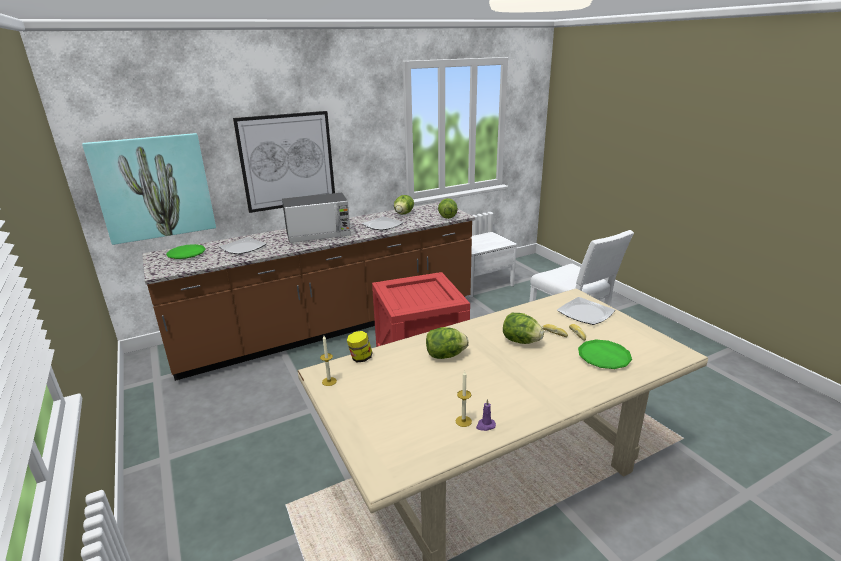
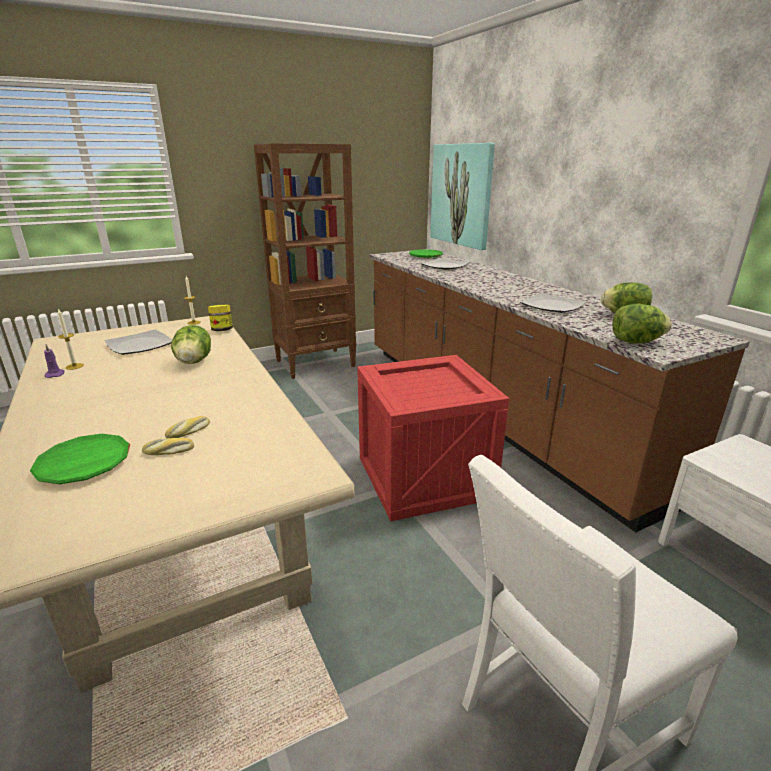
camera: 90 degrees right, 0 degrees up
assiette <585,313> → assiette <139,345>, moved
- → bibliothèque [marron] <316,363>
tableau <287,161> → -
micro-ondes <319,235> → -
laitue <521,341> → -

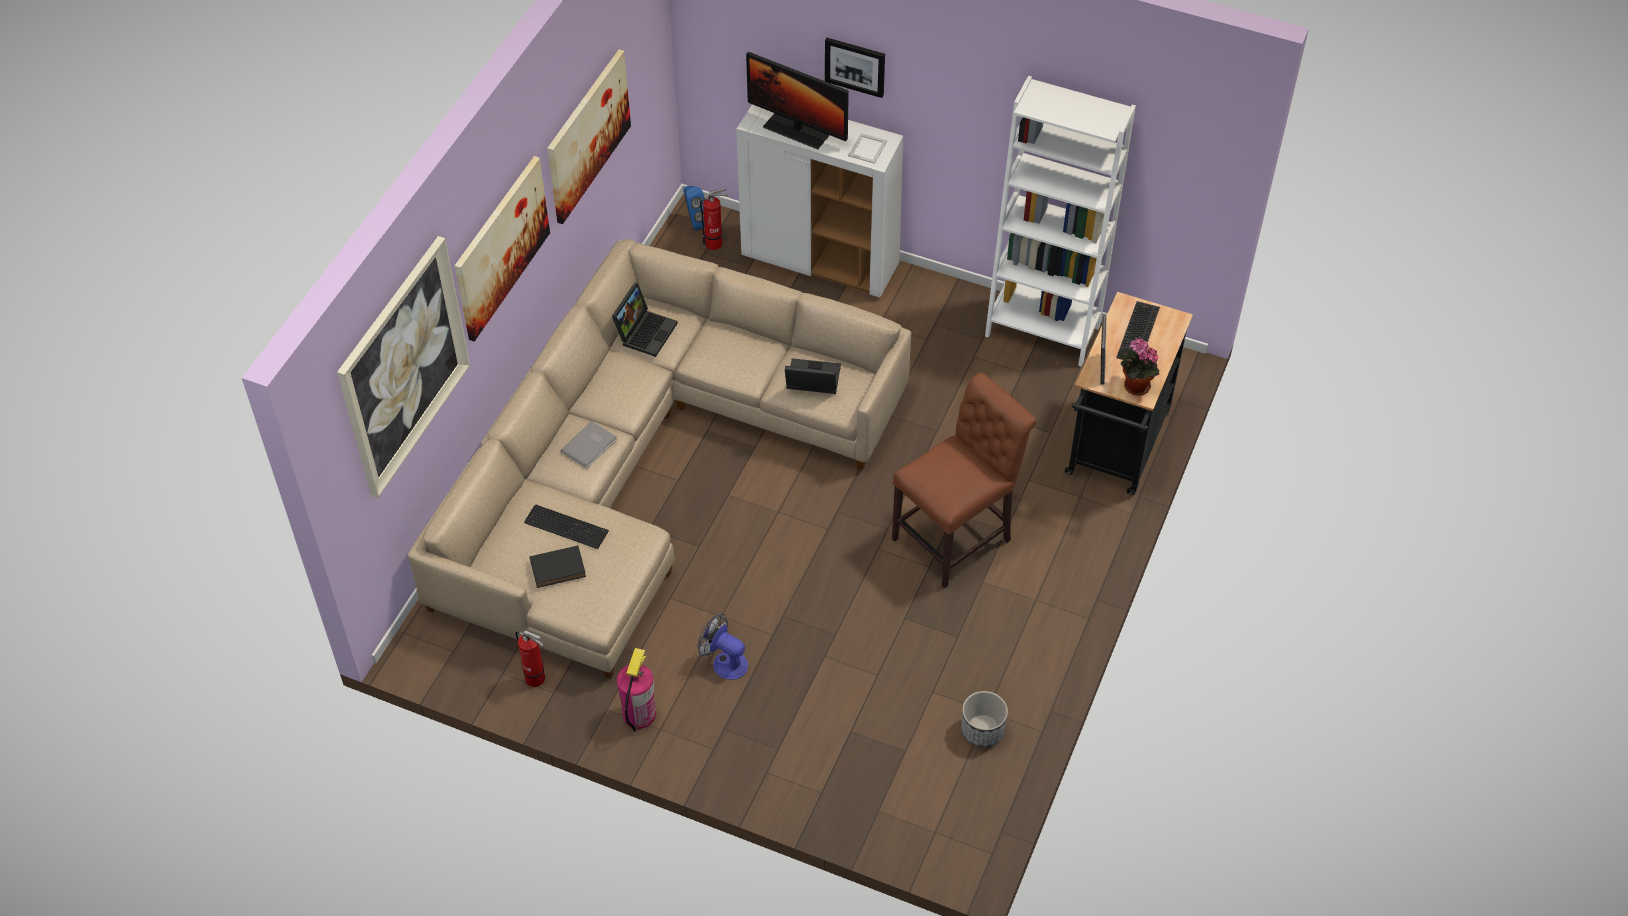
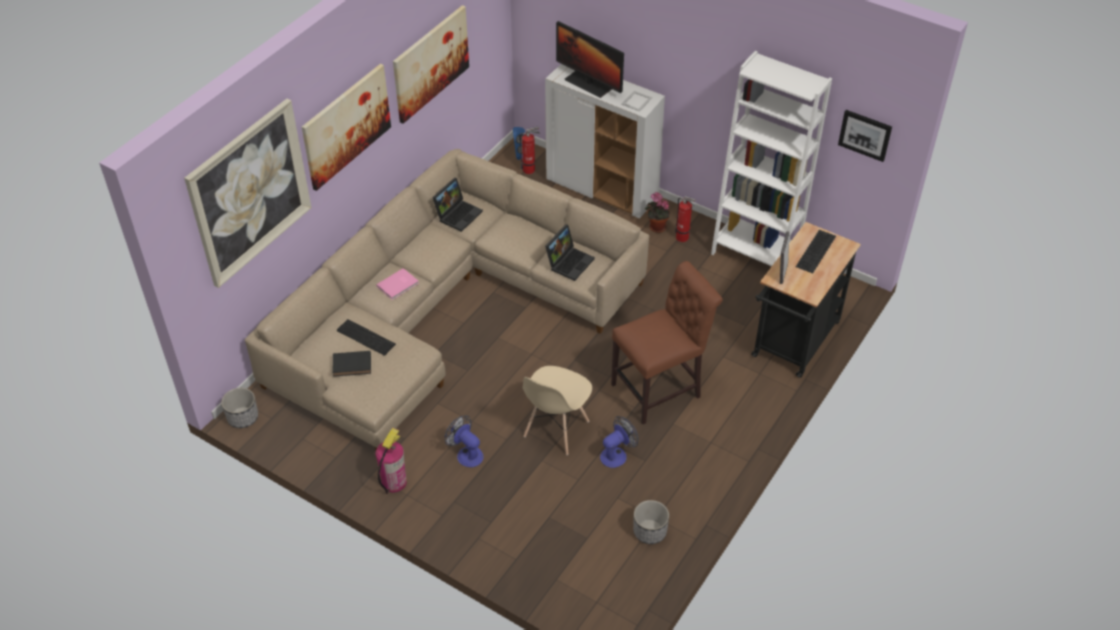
camera: 10 degrees right, 5 degrees down
- → cache-pot <243,417>
livre [gris] <590,446> → livre [rose] <398,285>
- → chaise [beige] <556,429>
ordinateur portable <811,381> → ordinateur portable <569,262>, 105 degrees clockwise
- → ventilateur <617,454>
plante en pot <1134,387> → plante en pot <656,227>, moved
extincteur <537,679> → extincteur <683,238>, moved
tableau <855,66> → tableau <865,134>, moved

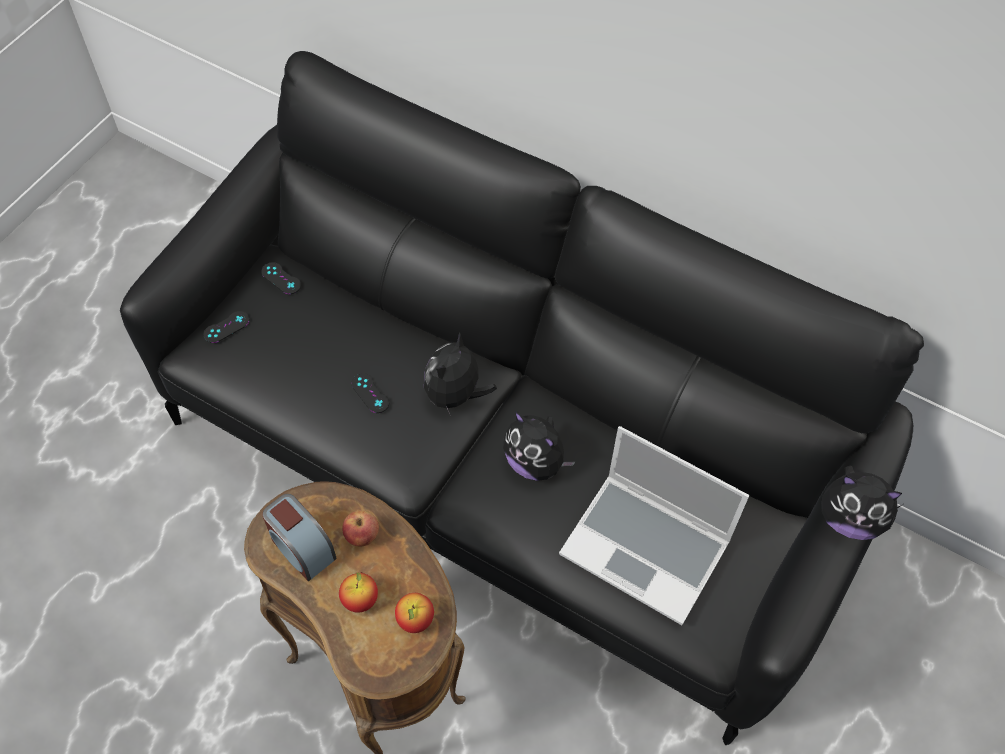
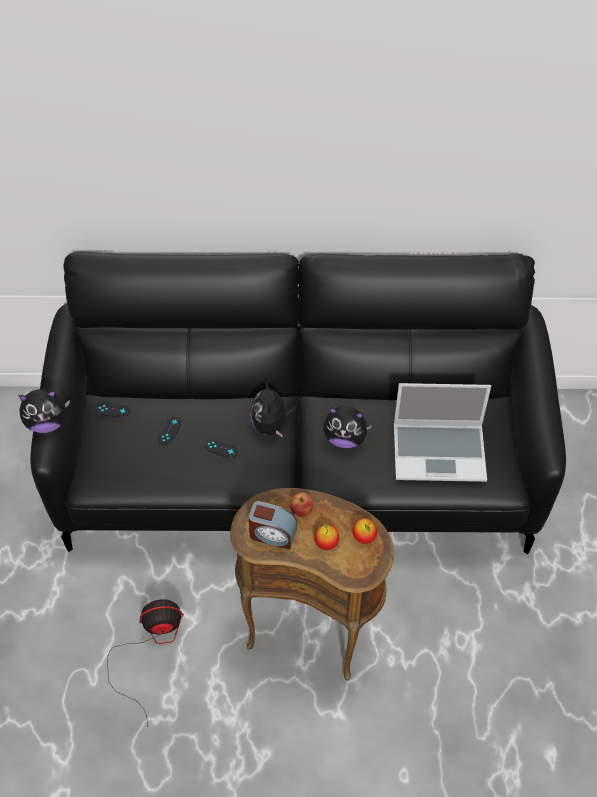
camera: 30 degrees left, 5 degrees down
peluche <850,518> → peluche <47,423>, moved
- → ventilateur <150,647>
manette [noir] <226,327> → manette [noir] <170,430>, moved

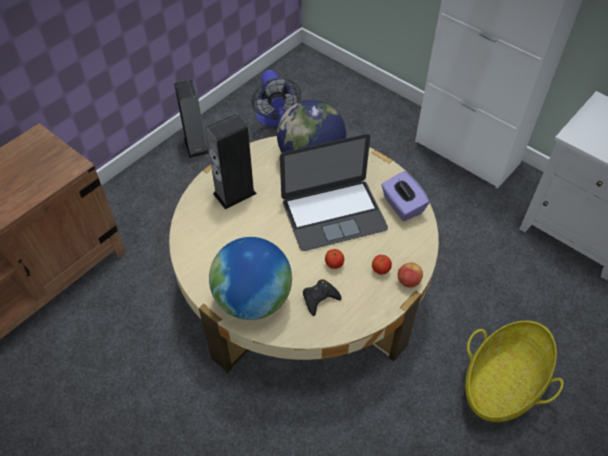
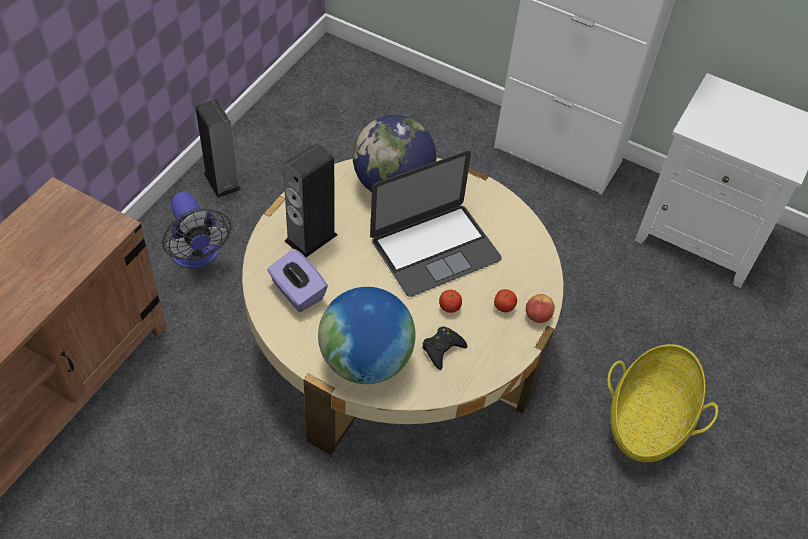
camera: 15 degrees left, 0 degrees up
ventilateur <275,119> → ventilateur <197,256>, moved
boîte à mouchoirs [violet] <402,206> → boîte à mouchoirs [violet] <297,292>, moved

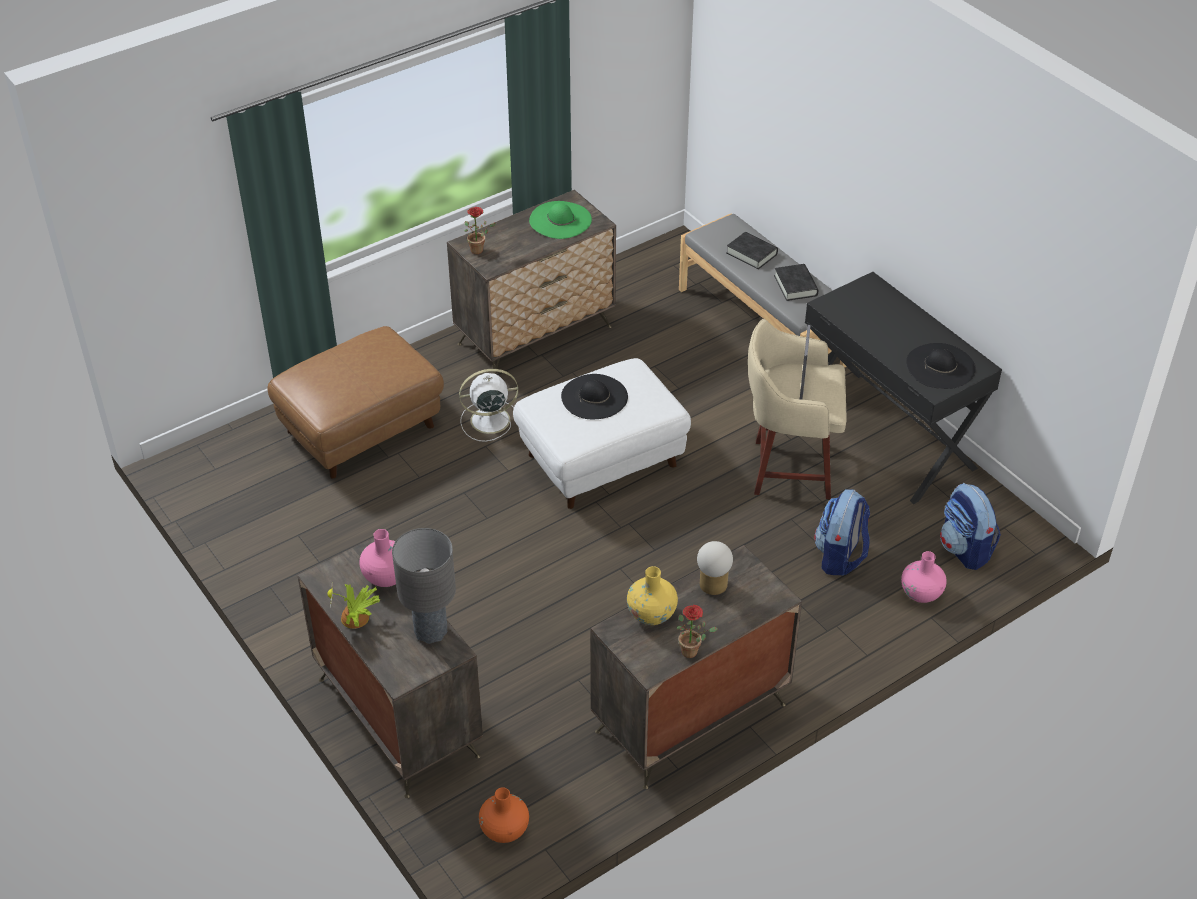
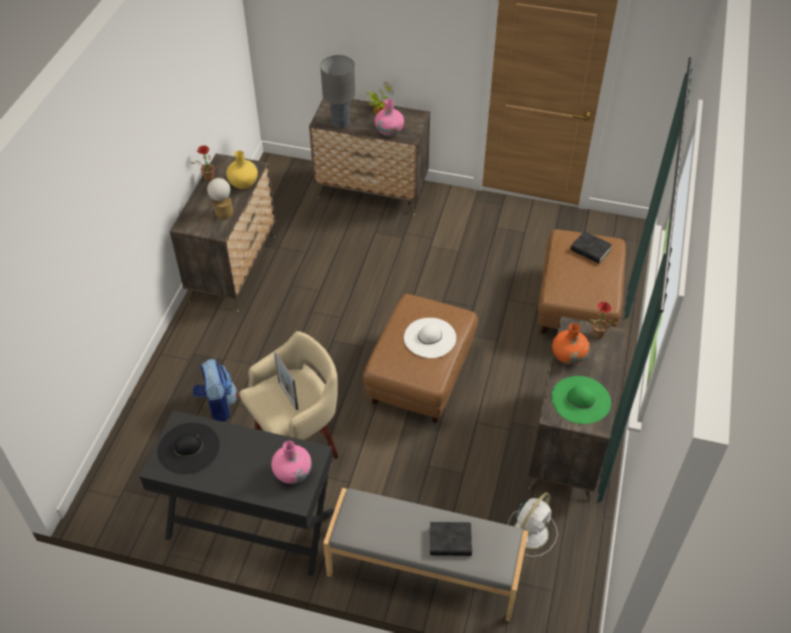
camera: 140 degrees right, 5 degrees up
vase [rose] <921,593> → vase [rose] <292,473>, moved
pouf [blanc] <602,459> → pouf [marron] <421,377>
chapeau [noir] <594,397> → chapeau [blanc] <430,338>
ventilateur [blanc] <488,420> → ventilateur [blanc] <531,531>, moved
vase [orange] <504,829> → vase [orange] <568,356>, moved
livre [noir] <795,286> → livre [noir] <590,250>, moved
sac à dos <965,549> → -

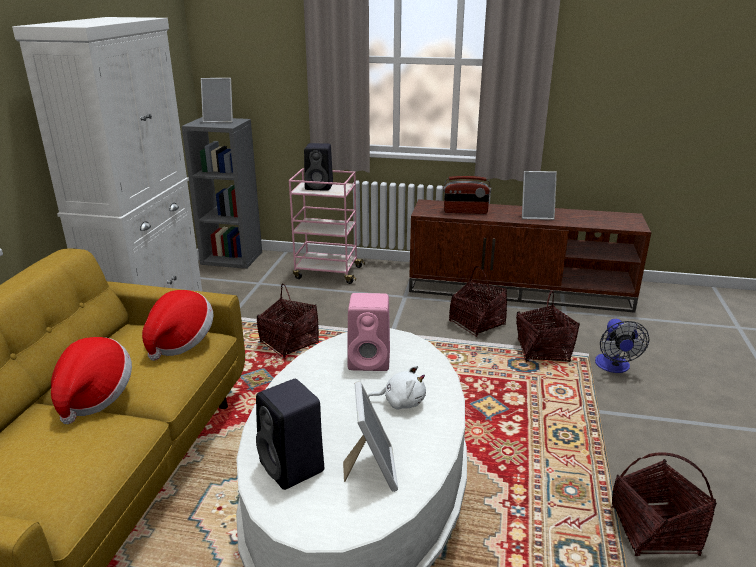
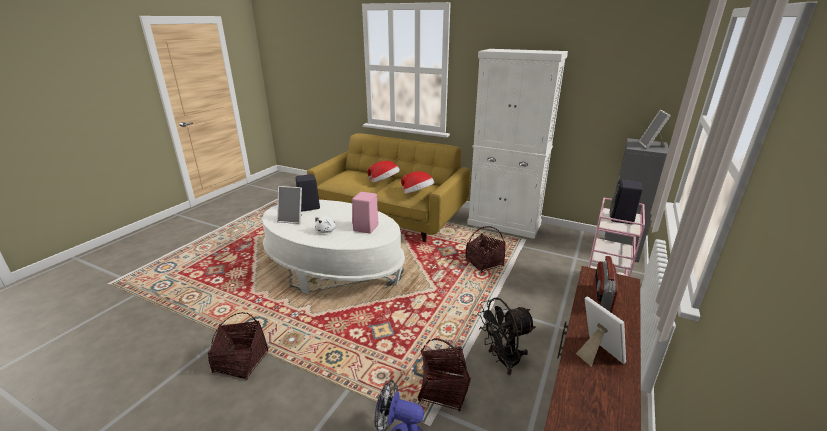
camera: 105 degrees right, 0 degrees up
panier <477,323> → ventilateur [noir] <502,360>
cadre photo <536,216> → cadre photo <596,353>, 135 degrees clockwise

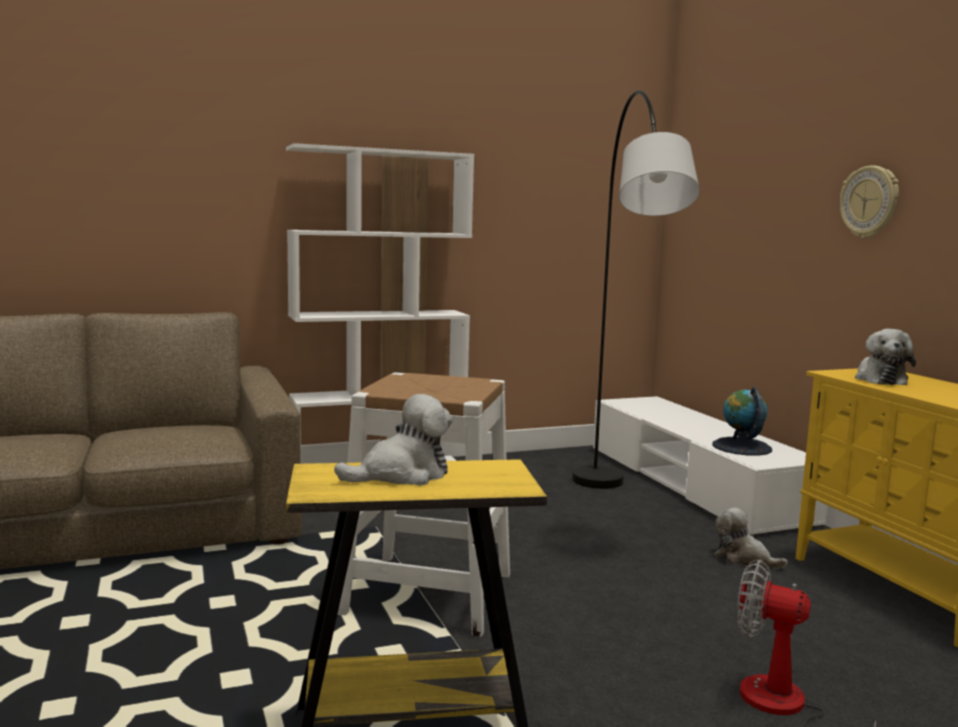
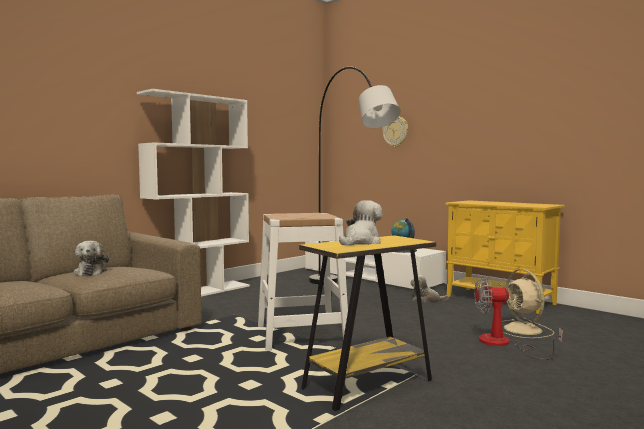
camera: 25 degrees left, 5 degrees down
peluche <879,379> → peluche <91,272>, moved
horloge murale <869,202> → horloge murale <395,131>, moved
- → ventilateur [beige] <524,330>

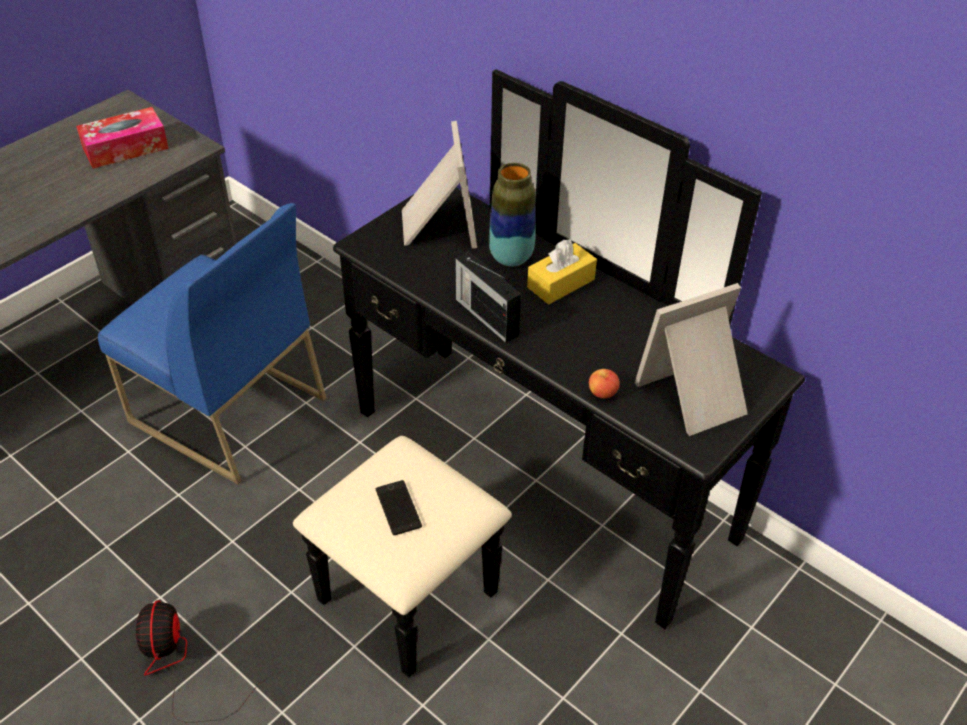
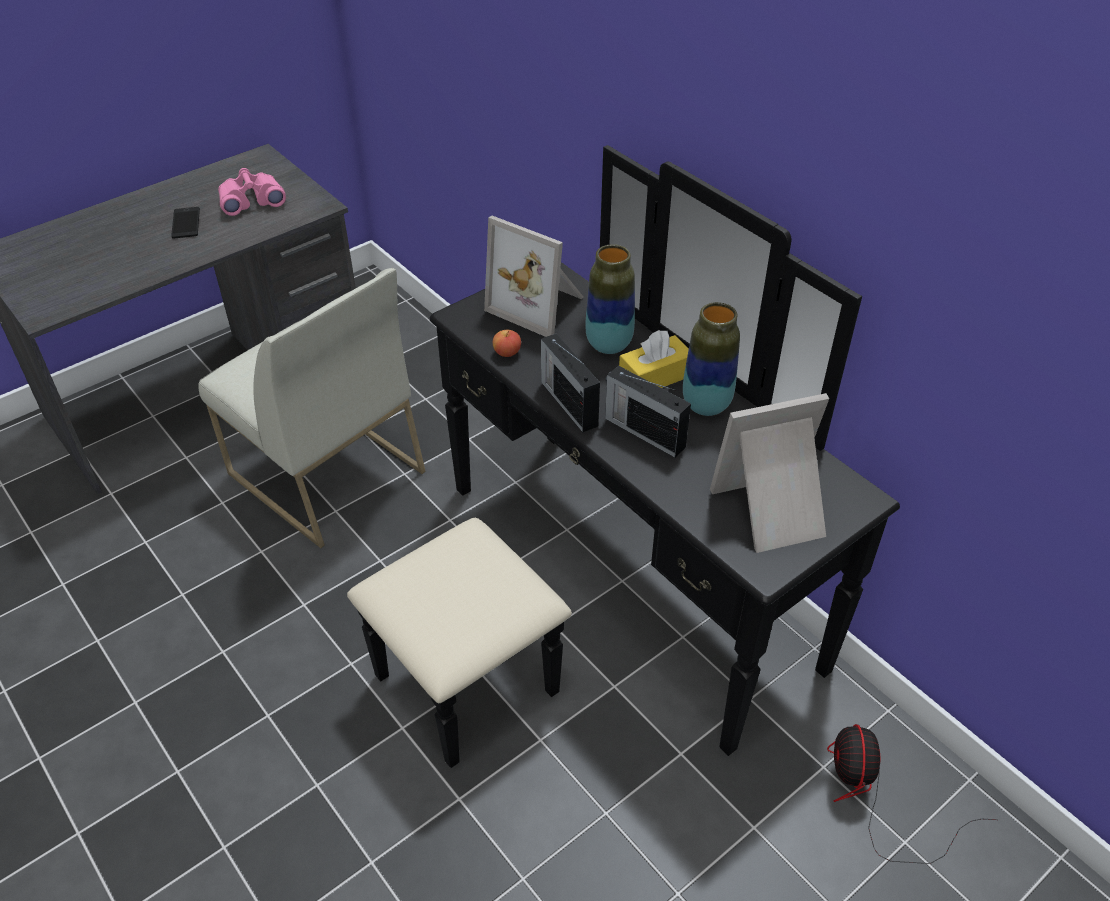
camera: 10 degrees right, 0 degrees up
téléphone <398,508> → téléphone <186,223>, moved
chaise [bleu] <226,410> → chaise [blanc] <324,473>
boîte à mouchoirs <125,148> → jumelles [rose] <251,201>
cadre photo <436,225> → cadre photo <539,304>, 120 degrees clockwise
pomme <602,393> → pomme <507,352>, moved
- → radio <643,431>
- → vase <706,405>
ventilateur <186,667> → ventilateur <874,799>, moved

